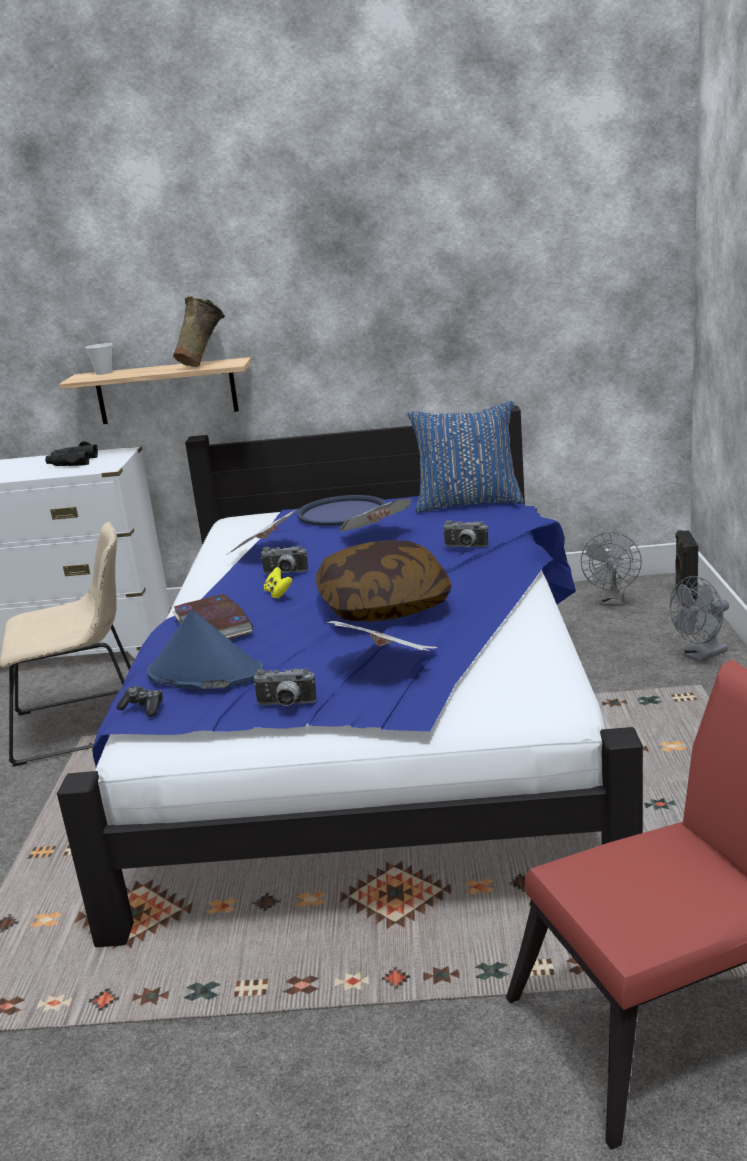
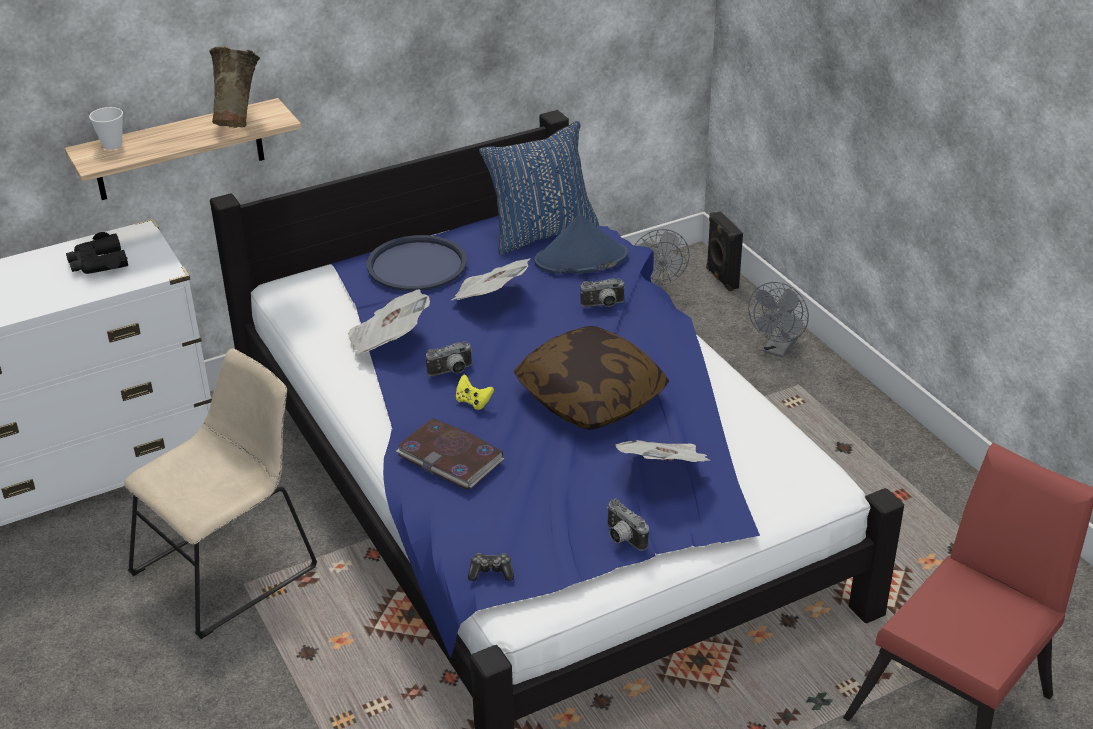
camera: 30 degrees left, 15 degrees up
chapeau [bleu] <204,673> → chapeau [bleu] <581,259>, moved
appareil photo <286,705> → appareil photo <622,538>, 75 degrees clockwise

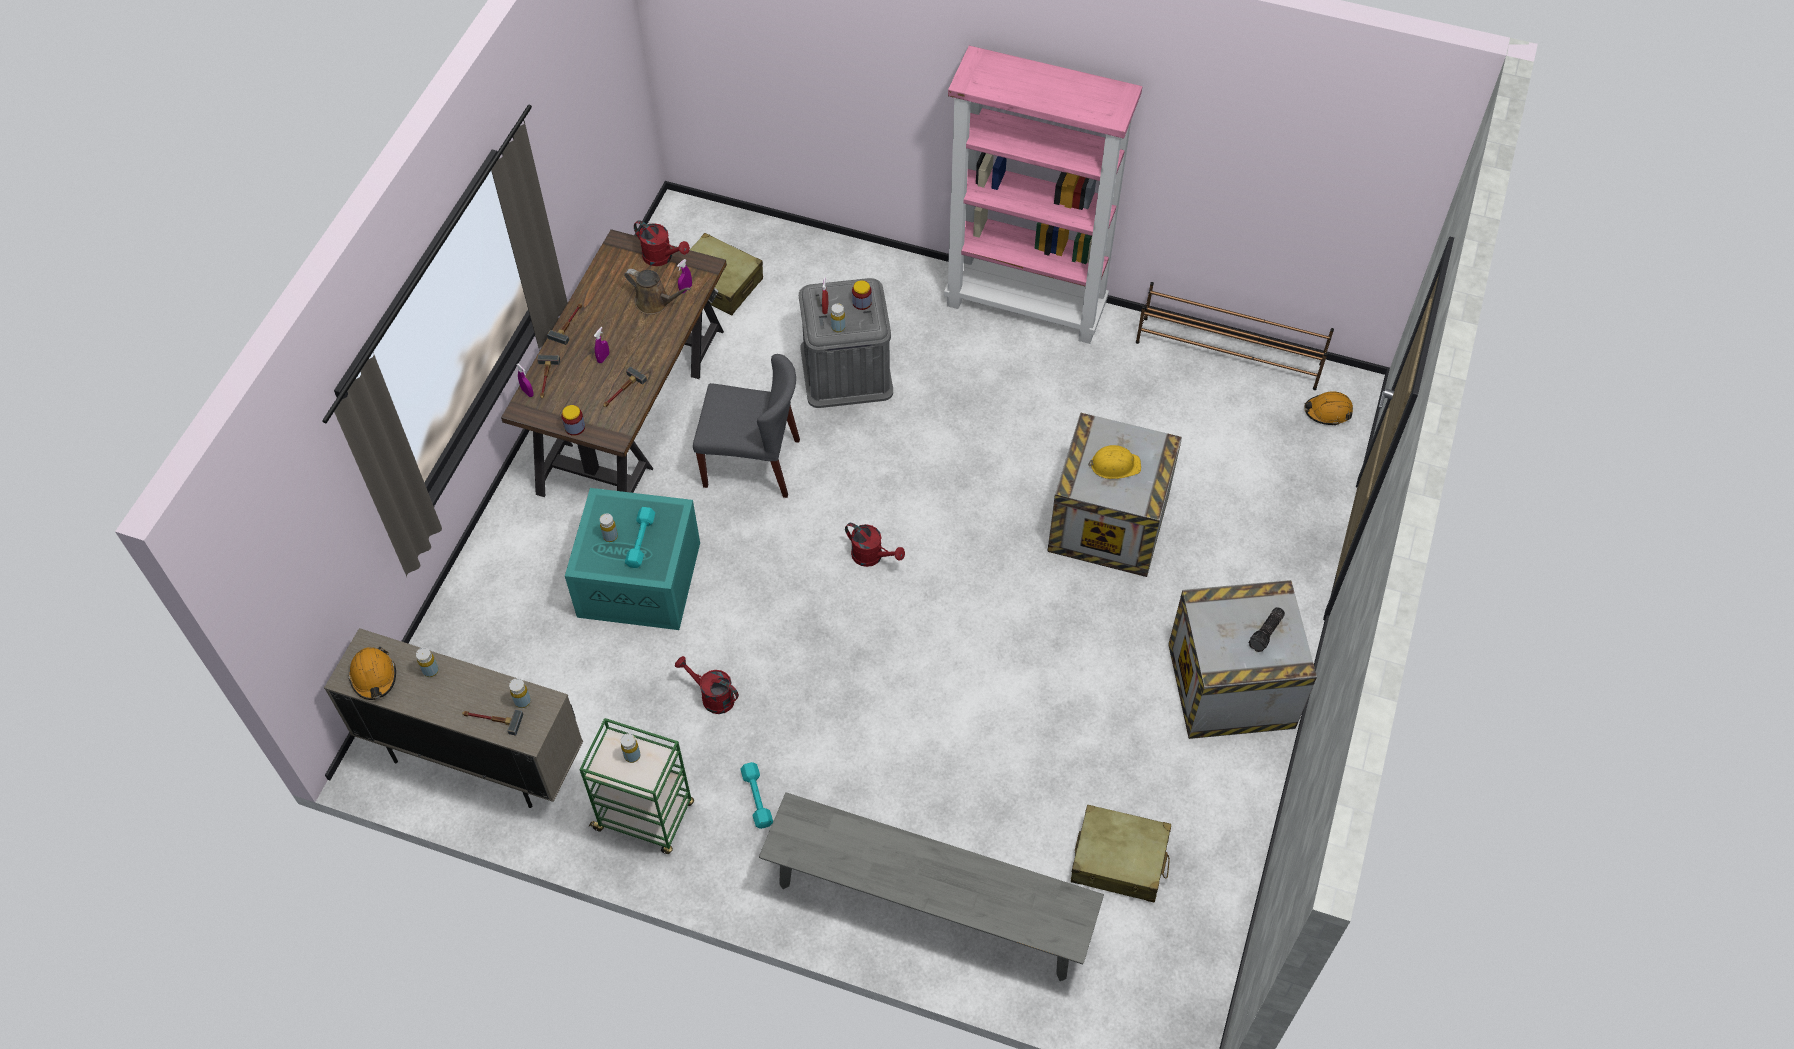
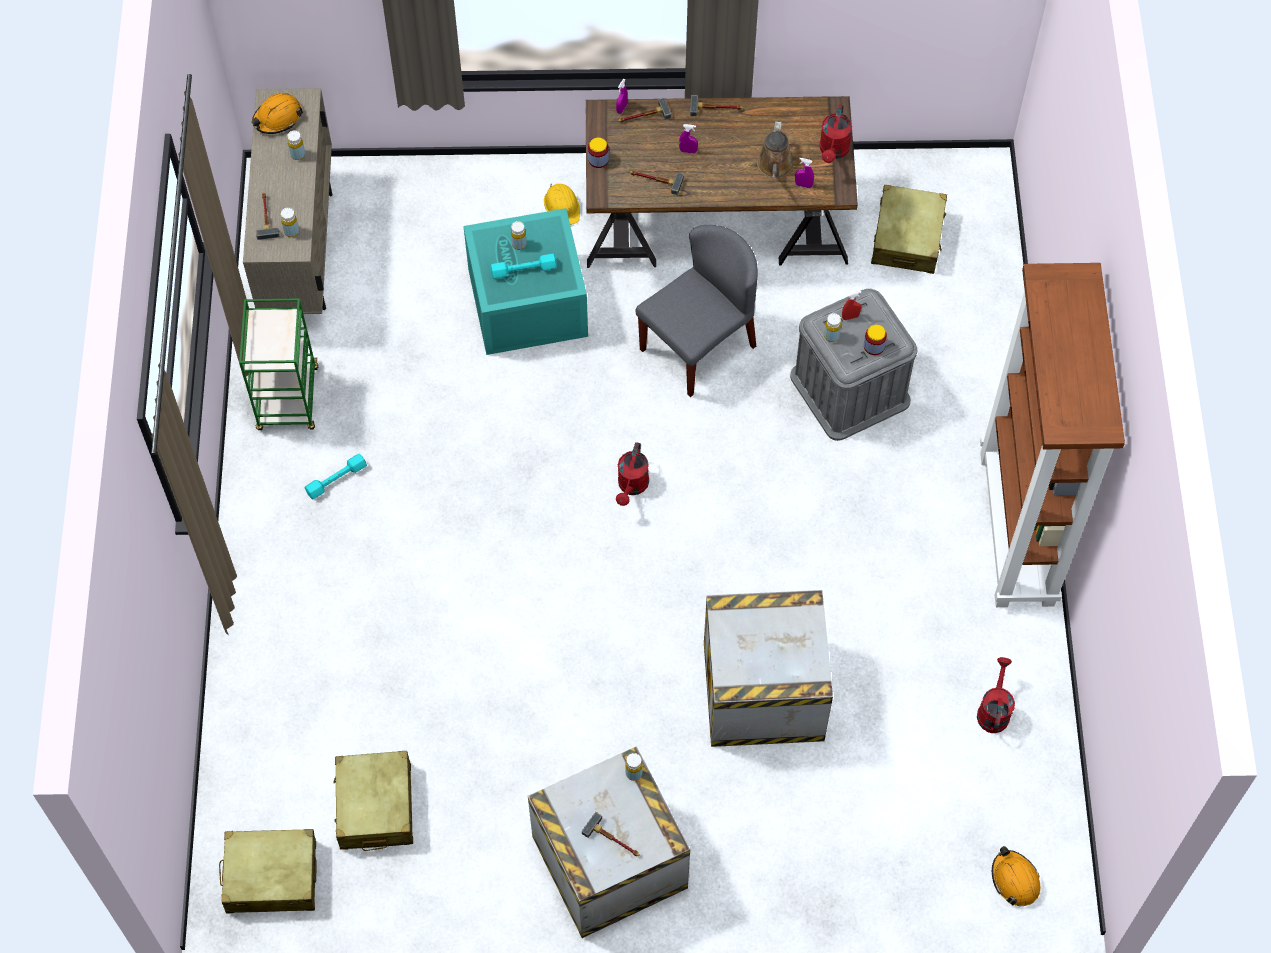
camera: 70 degrees right, 5 degrees up
- → valise [beige] <271,877>
casque de chantier [jaune] <1114,465> → casque de chantier [jaune] <562,206>, moved
lampe de poche <1267,633> → marteau <613,840>
bouteille [jaune] <632,755> → bouteille [jaune] <634,773>, moved
chaise [gris] <752,463> → chaise [gris] <698,347>, 120 degrees counterclockwise
arrosoir [rouge] <712,696> → arrosoir [rouge] <993,710>, moved
bibliothèque [rose] <1026,306> → bibliothèque [marron] <1018,529>
banc [gris] <928,907> → -
étagère à chaussures [marron] <1229,354> → -

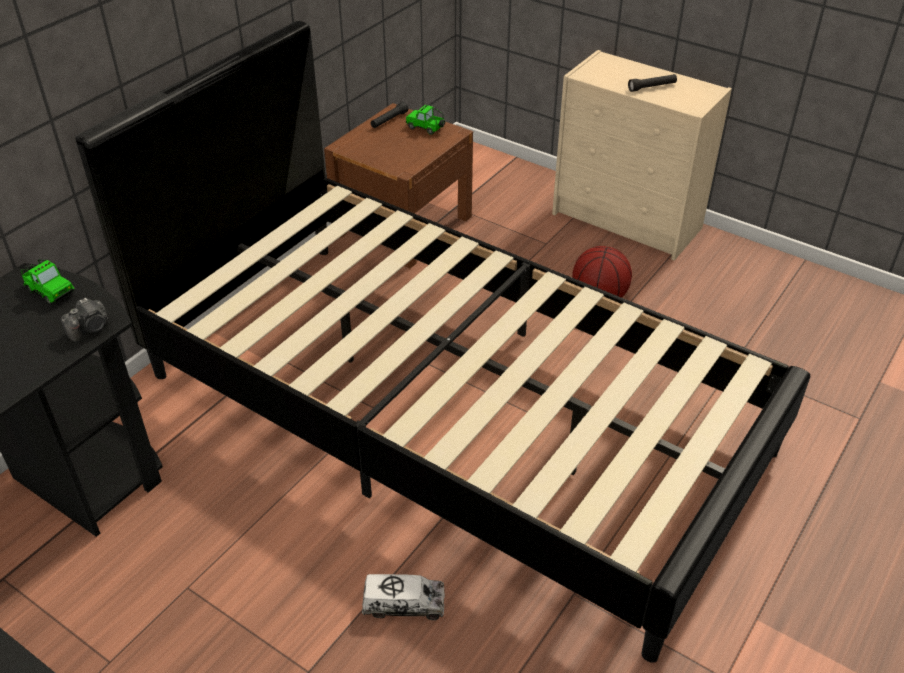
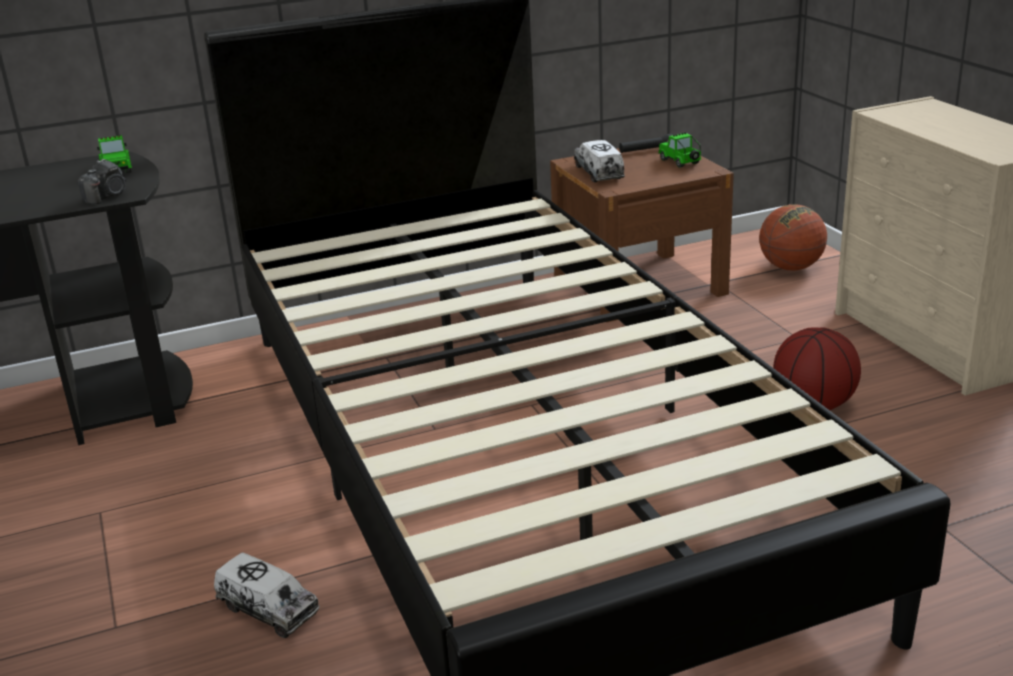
camera: 35 degrees right, 15 degrees down
appareil photo <90,329> → appareil photo <107,196>, 45 degrees counterclockwise
- → camion jouet <598,172>
- → ballon de basket <791,267>
lampe de poche [noir] <652,87> → -

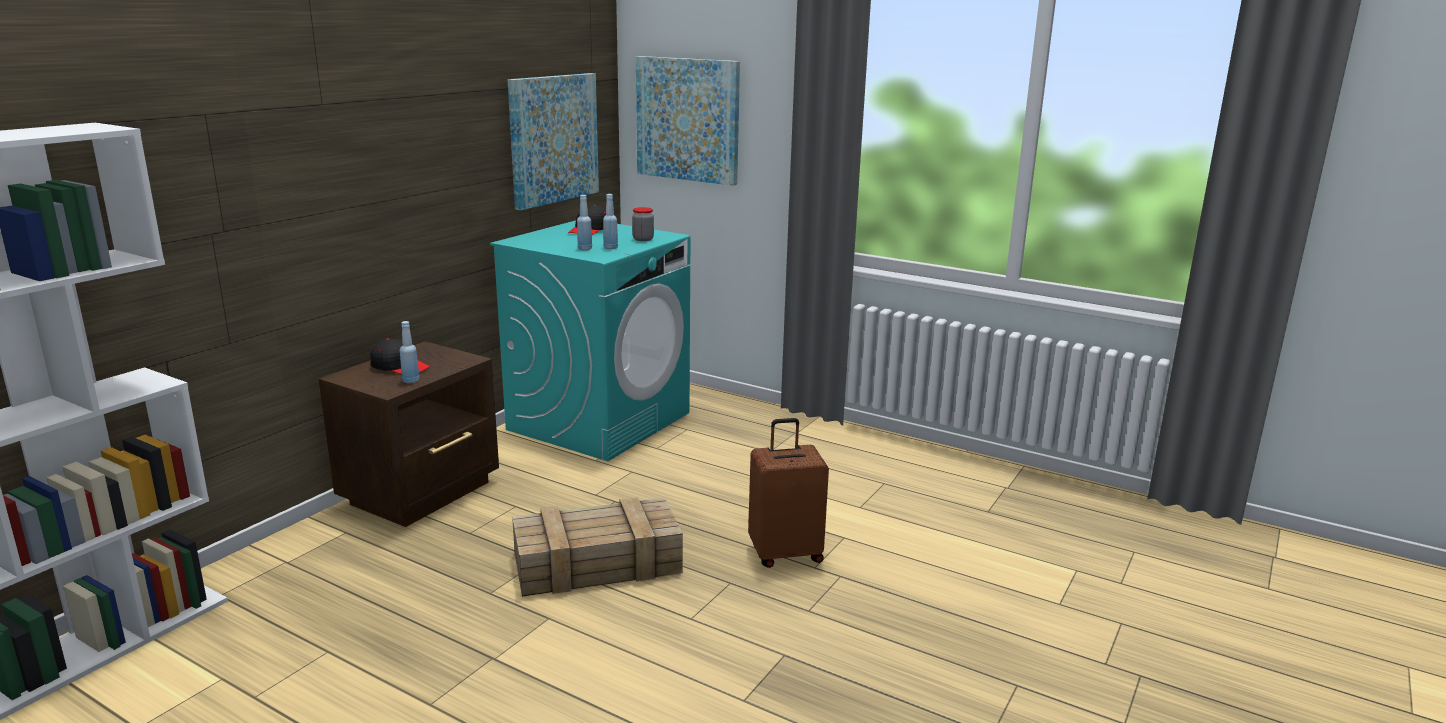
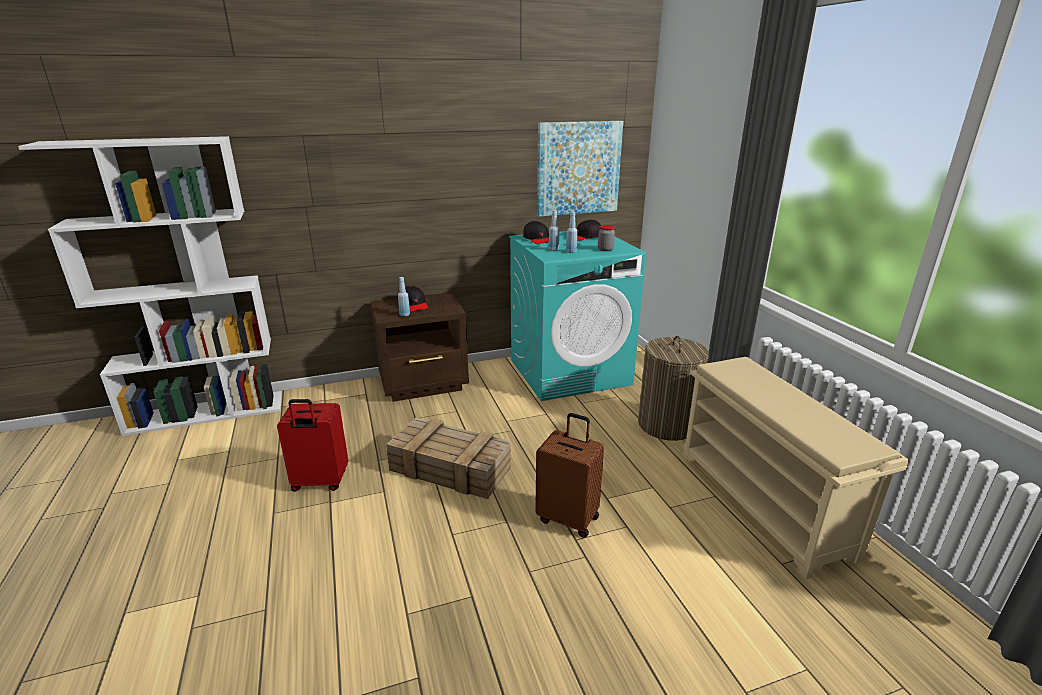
camera: 40 degrees right, 5 degrees up
- → valise [rouge] <320,482>
- → casquette [noir] <538,239>
- → panier à linge <666,424>
- → étagère à chaussures [beige] <764,503>
tableau <688,119> → -

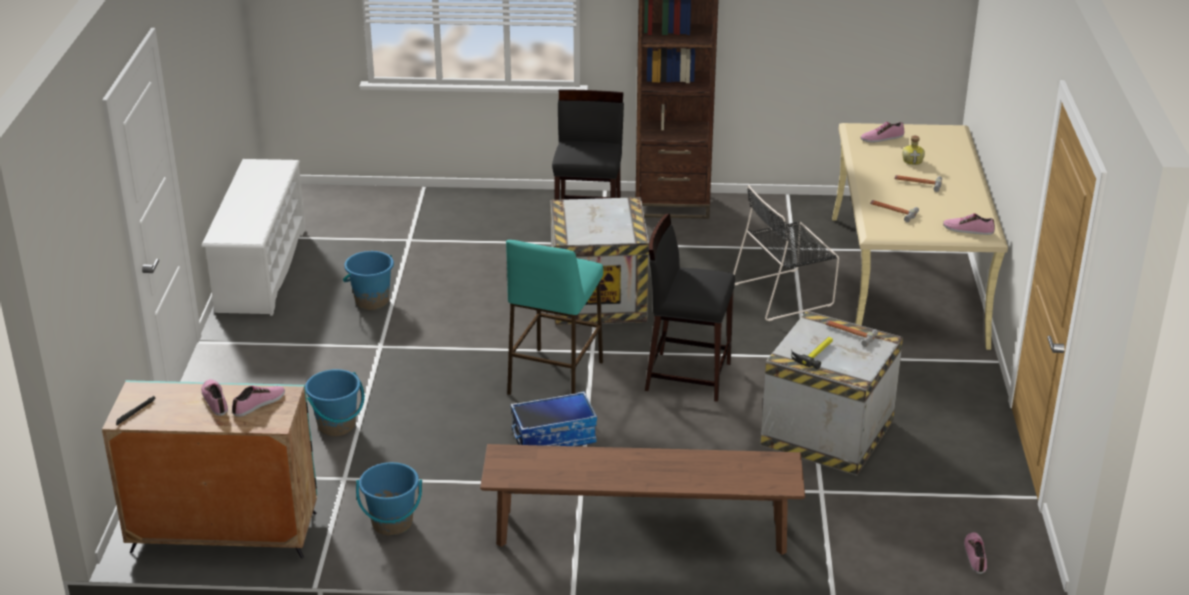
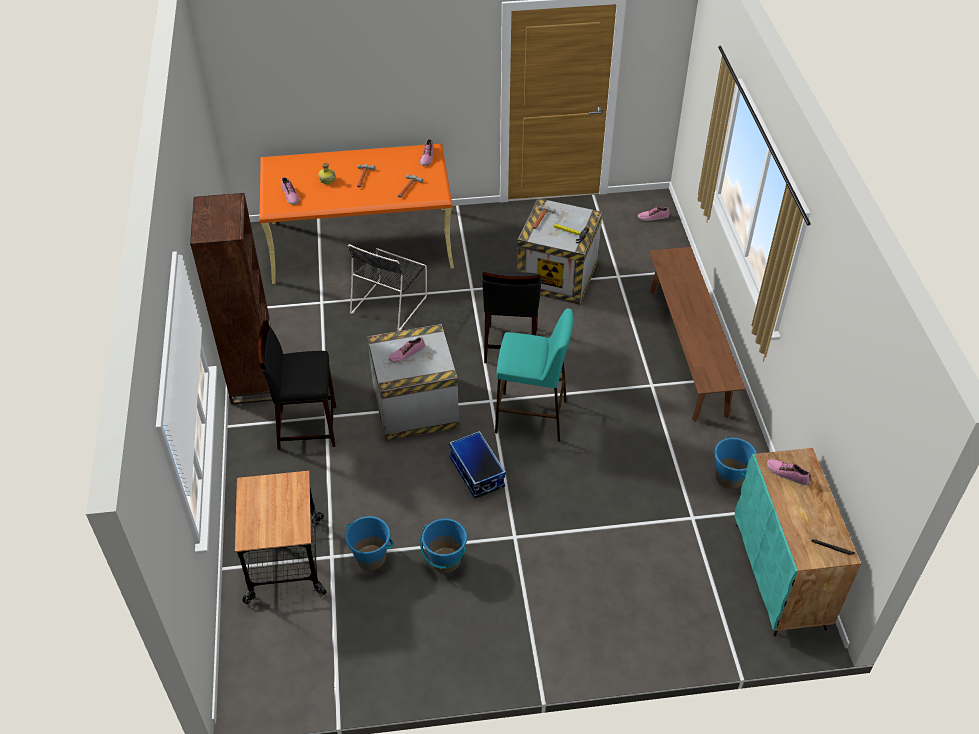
camera: 100 degrees left, 15 degrees up
- → chariot <284,560>
bureau [beige] <906,280> → bureau [orange] <362,244>
seau [bleu] <337,426> → seau [bleu] <371,557>, moved
chaise [noir] <785,294> → chaise [noir] <390,303>, 60 degrees clockwise
chaussure <216,400> → chaussure <407,353>, moved
boîte de rangement <554,437> → boîte de rangement <476,472>, moved
étagère à chaussures [blanc] <261,269> → -

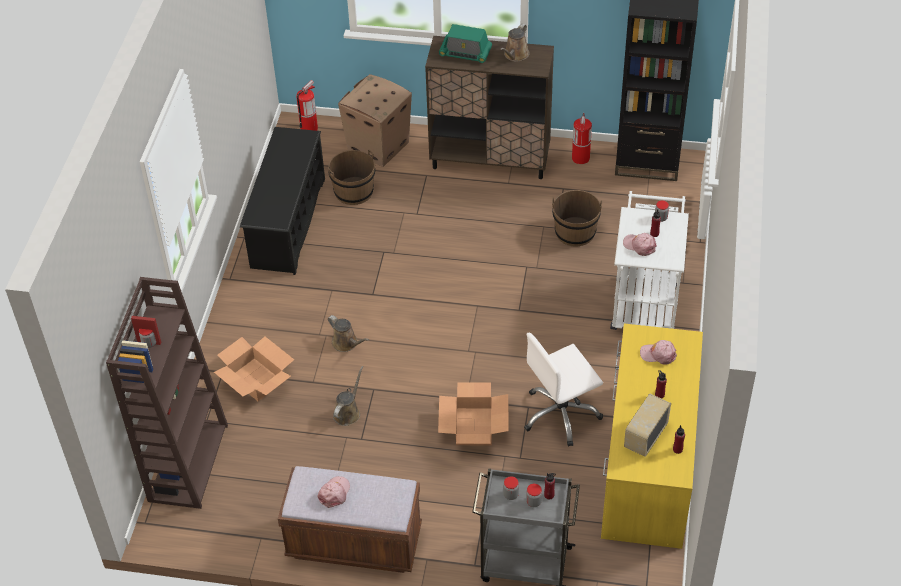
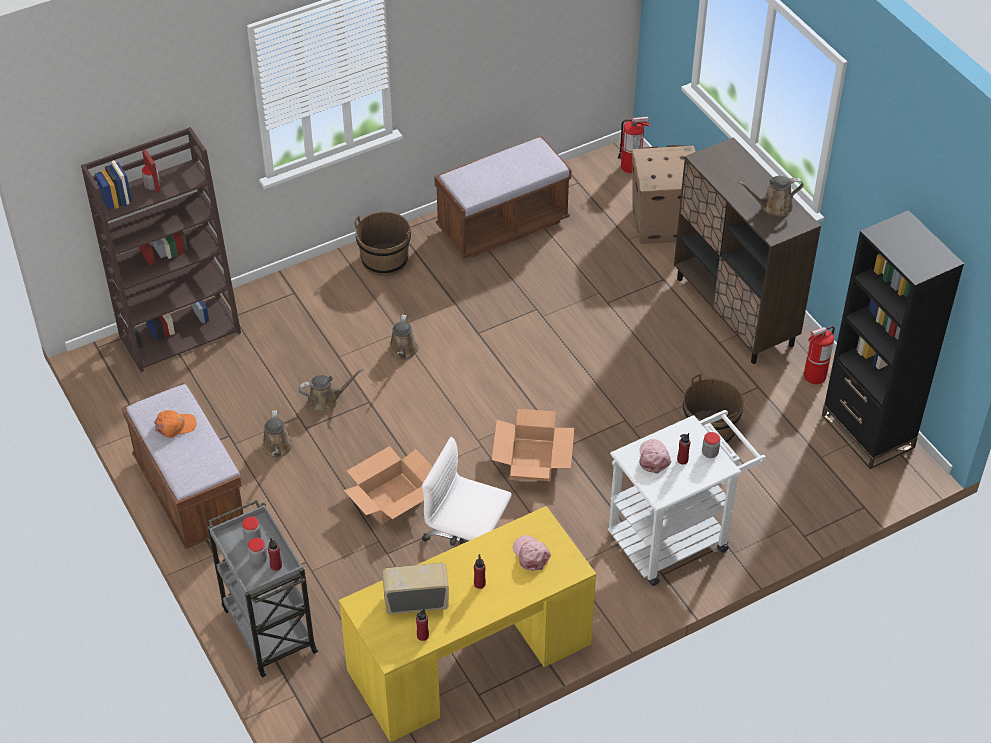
camera: 50 degrees right, 0 degrees up
casquette [rose] <334,493> → casquette [orange] <175,426>
- → arrosoir [marron] <277,448>
seau [marron] <353,191> → seau [marron] <384,260>, moved
étagère à chaussures [noir] <288,223> → banc [marron] <502,225>
carton <256,379> → carton <532,459>, moved
radio <465,53> → -

